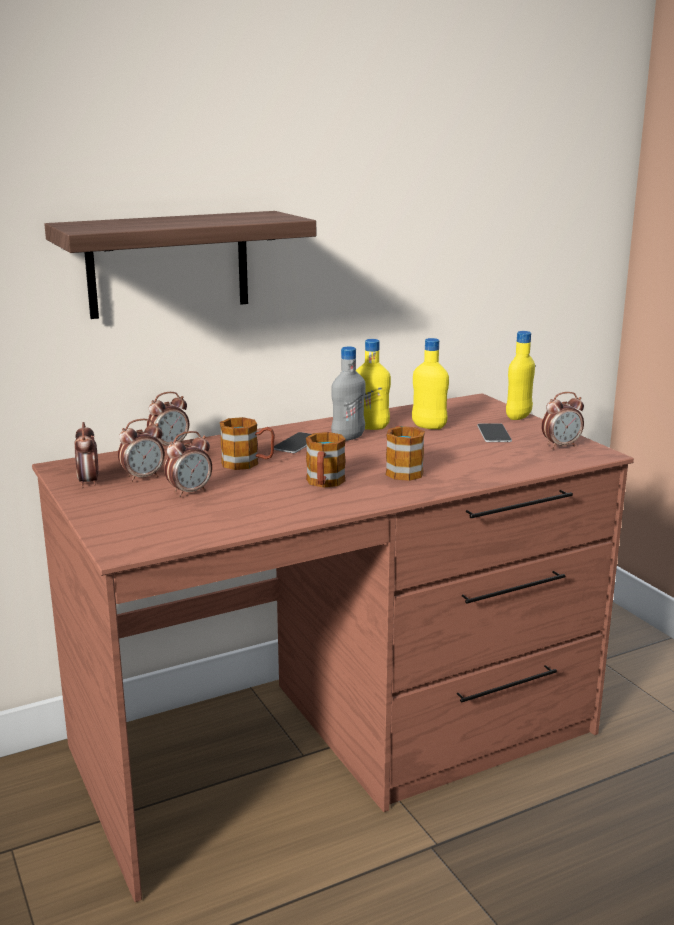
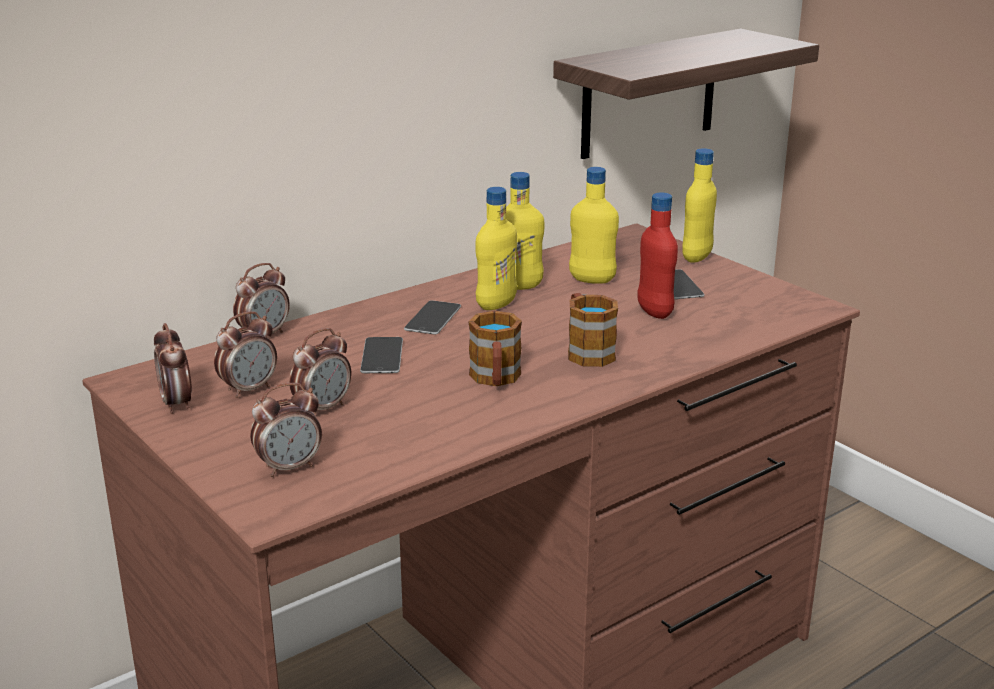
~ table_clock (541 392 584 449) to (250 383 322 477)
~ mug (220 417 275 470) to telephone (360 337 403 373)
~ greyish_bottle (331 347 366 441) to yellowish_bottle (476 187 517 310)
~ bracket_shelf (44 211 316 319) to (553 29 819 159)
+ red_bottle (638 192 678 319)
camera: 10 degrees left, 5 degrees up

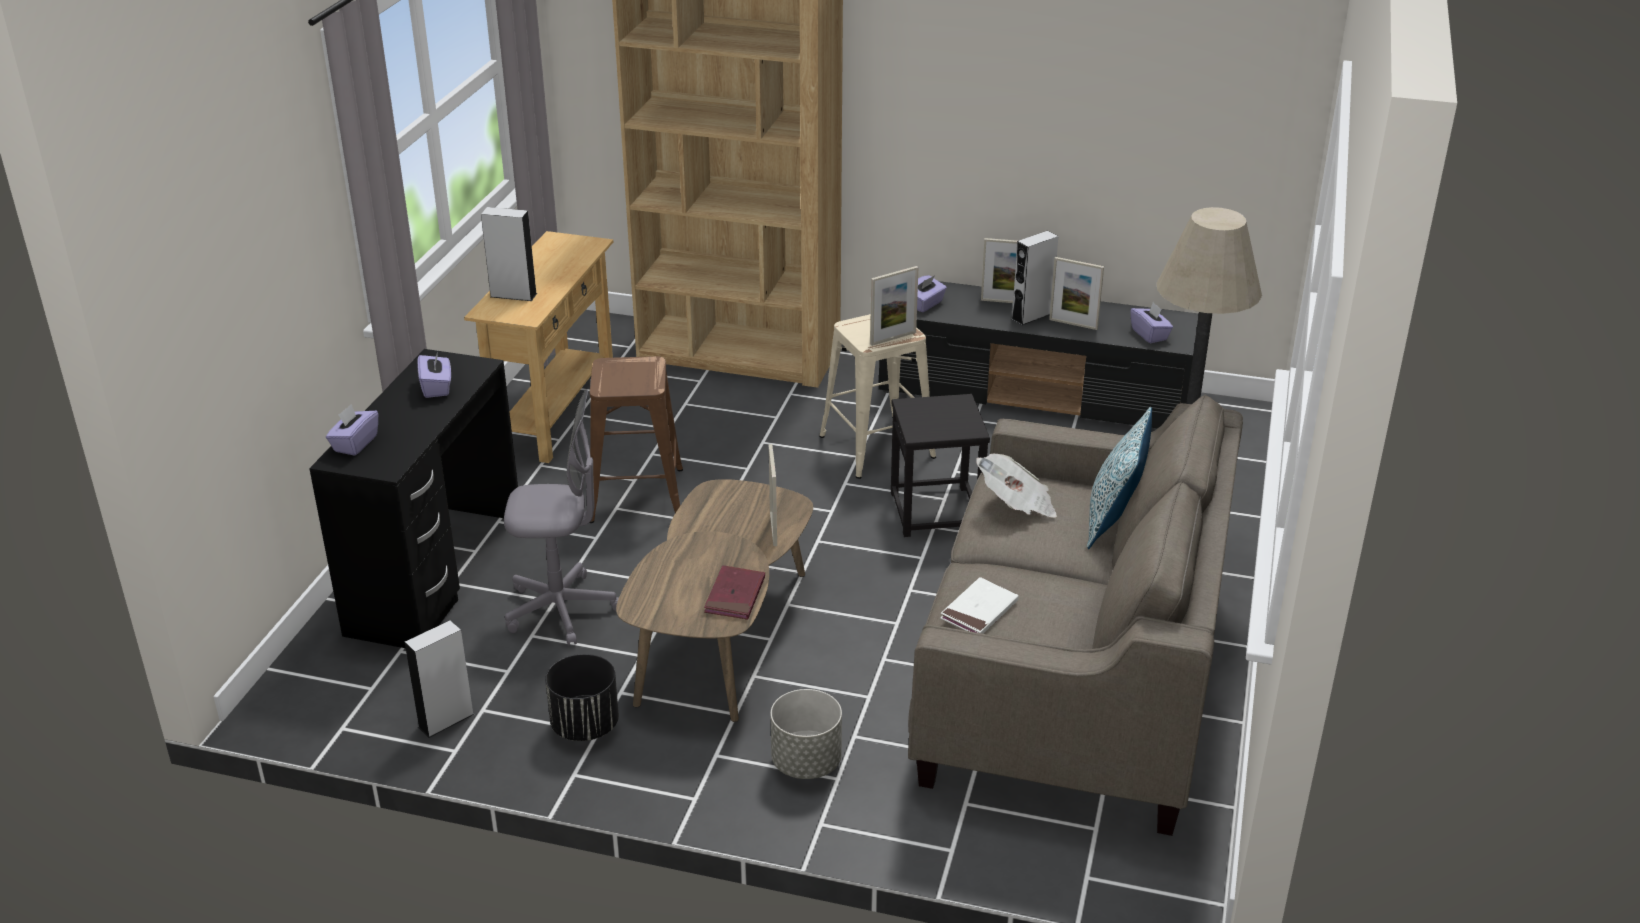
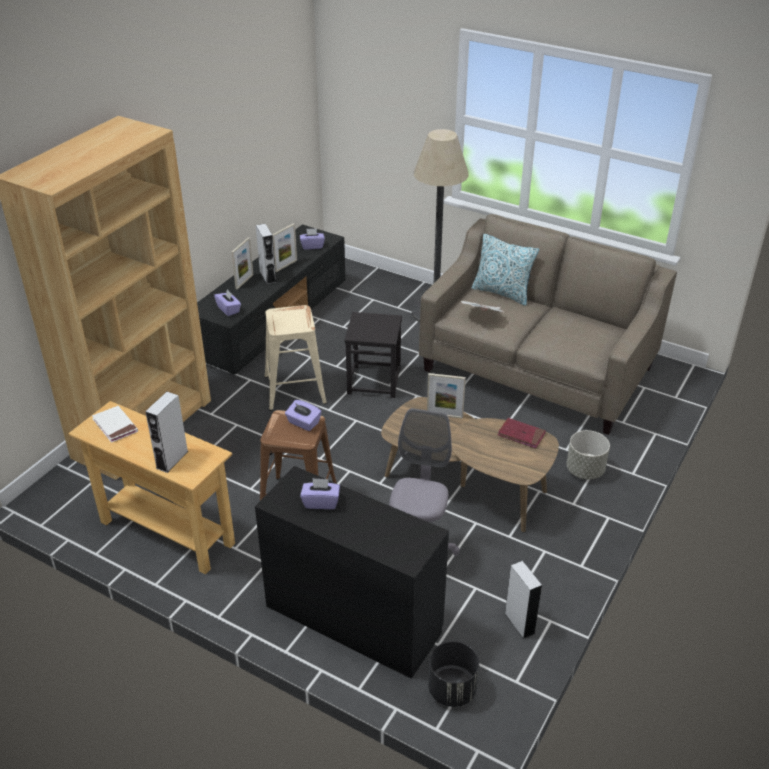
~ white-coloured_book (940 577 1019 634) to (92 406 138 443)
~ purple_tissue_box (326 404 378 456) to (285 400 322 431)
~ black_planter (545 654 619 741) to (428 641 479 707)
- photo_frame (870 266 918 346)
camera: 75 degrees left, 5 degrees up

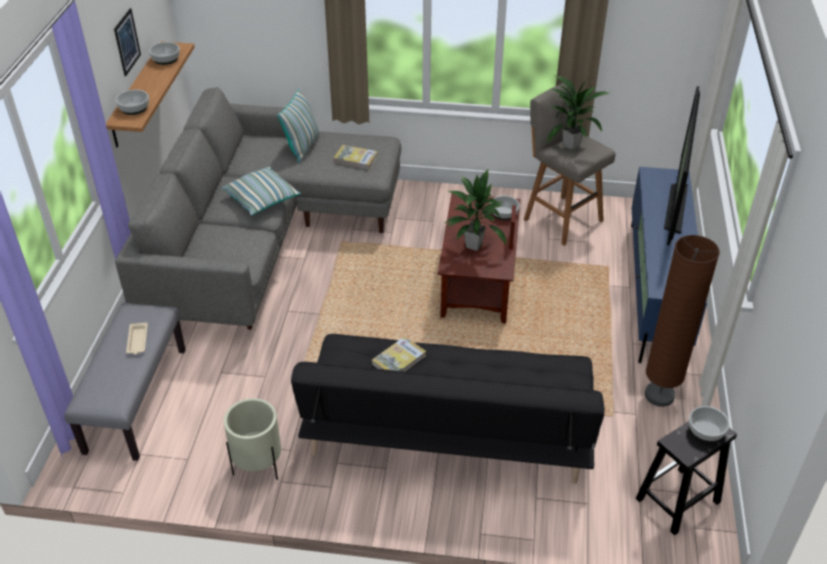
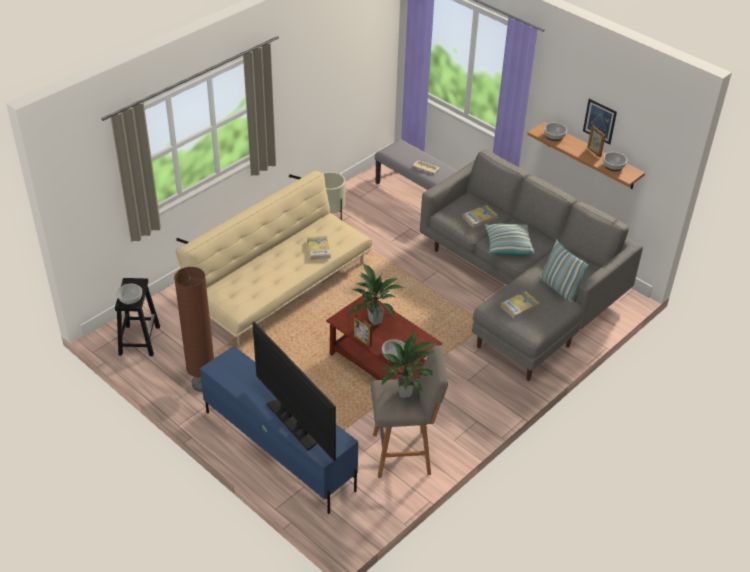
~ black_couch (291 334 605 484) to beige_couch (175 170 372 345)
+ book (462 205 498 228)
+ photo_frame (587 125 606 157)
camera: 125 degrees right, 0 degrees up

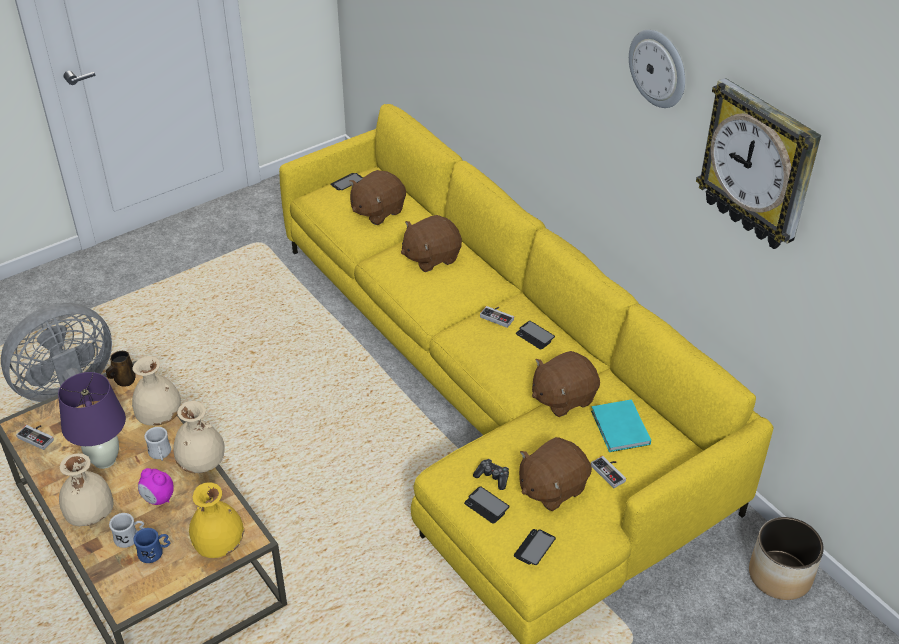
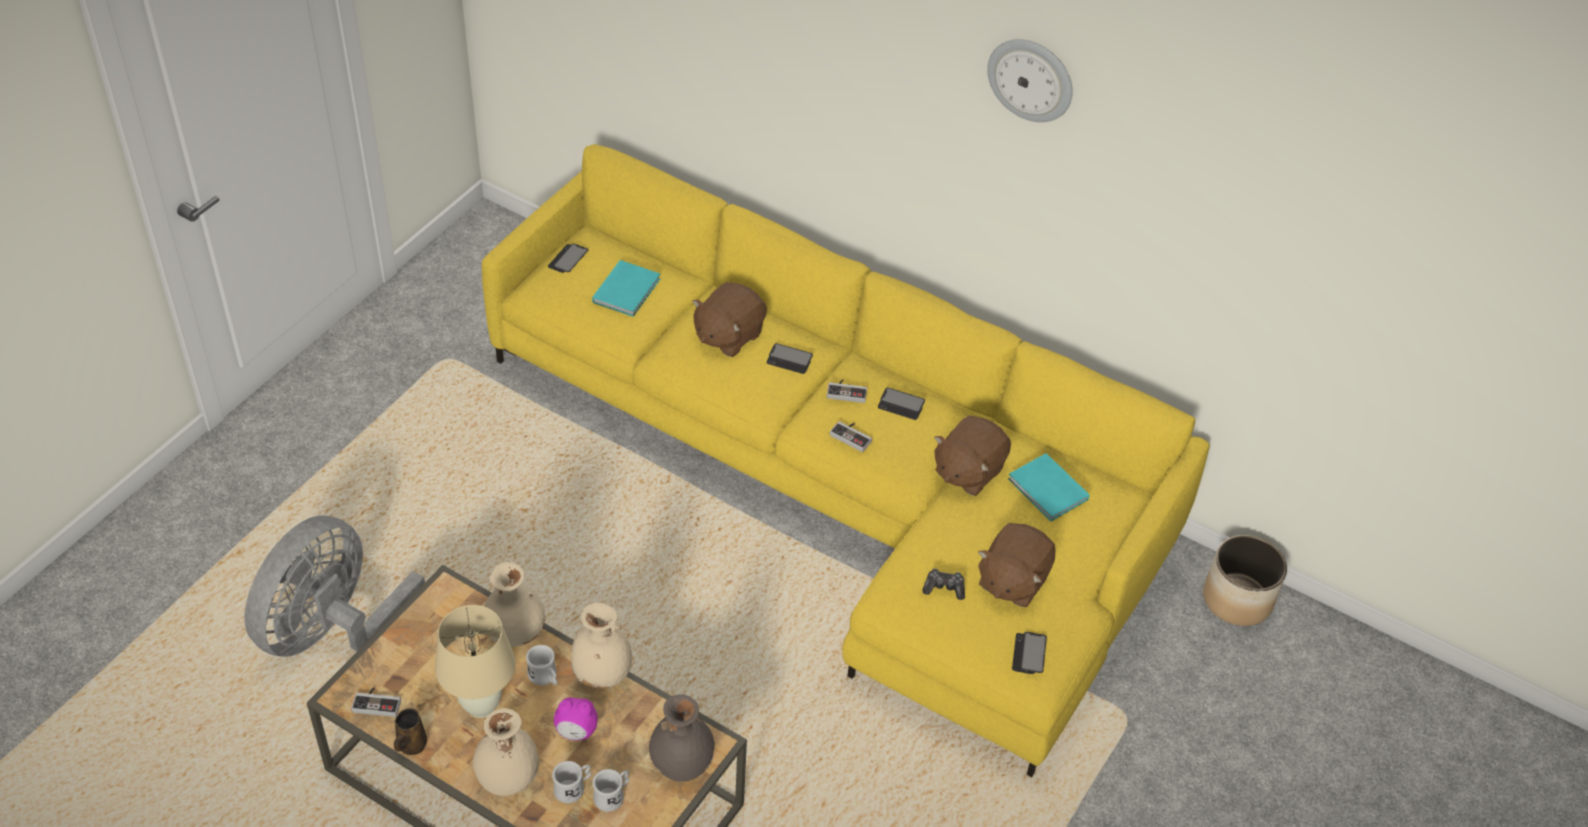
~ brownish_mug (106 351 136 387) to (394 708 427 755)
~ purple_lamp_for_a_table (58 372 126 469) to beige_lamp_for_a_table (435 605 516 718)
~ brownish_soft_toy (349 170 406 225) to turquoise-coloured_book (592 260 660 317)
~ blue-coloured_mug (133 528 170 563) to white-coloured_mug (593 769 629 812)
~ yellowish_vase (189 482 245 558) to greyish_vase (649 694 715 781)
~ telephone (464 486 509 524) to (767 343 813 374)
~ joypad (591 456 626 489) to (830 421 872 452)
- hanging_clock (696 78 821 249)
camera: 25 degrees left, 5 degrees up

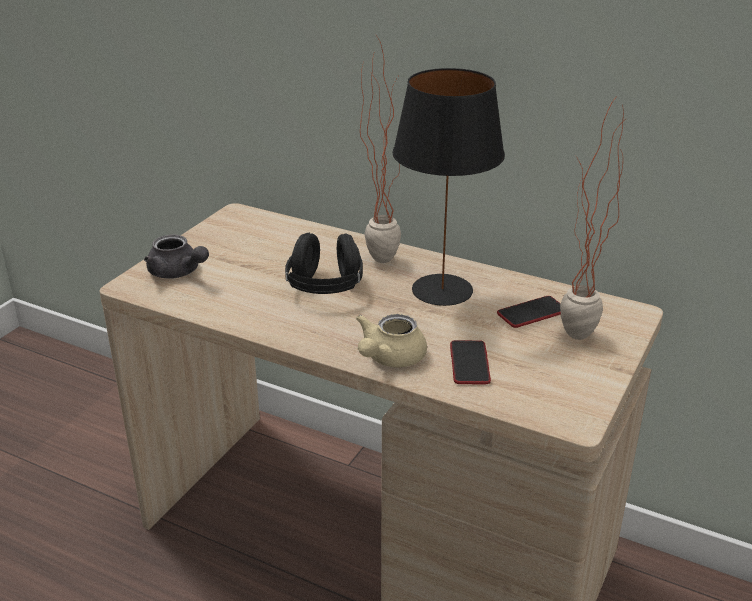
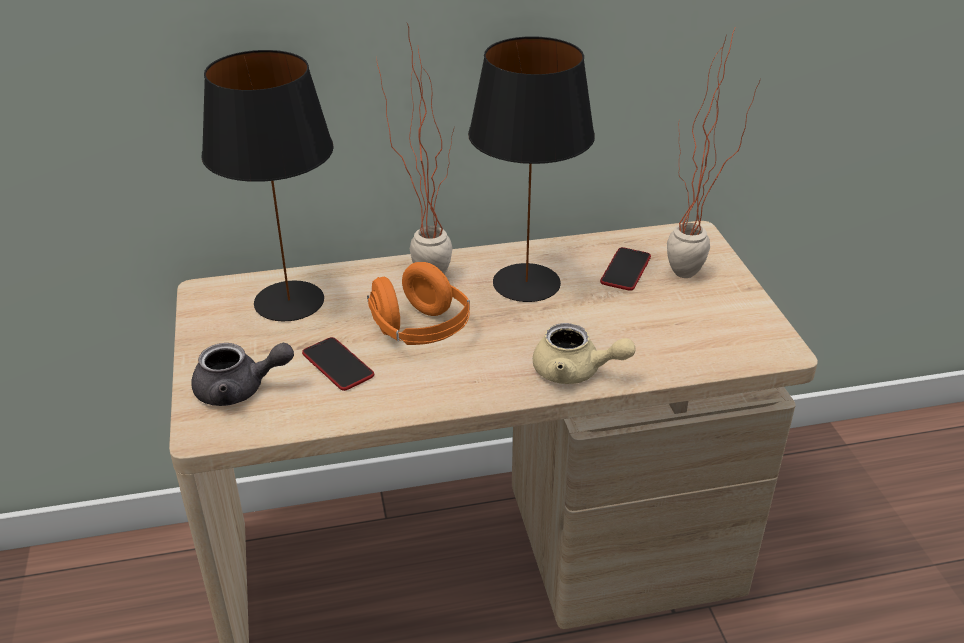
+ black_lamp_for_a_table (201 50 334 321)
~ telephone (450 340 491 384) to (302 337 374 391)
~ black_headset (285 233 363 294) to orangey_headset (367 262 470 345)
~ beige_tea_pot (356 314 427 367) = (533 323 636 384) 60 degrees counterclockwise
camera: 40 degrees left, 5 degrees up

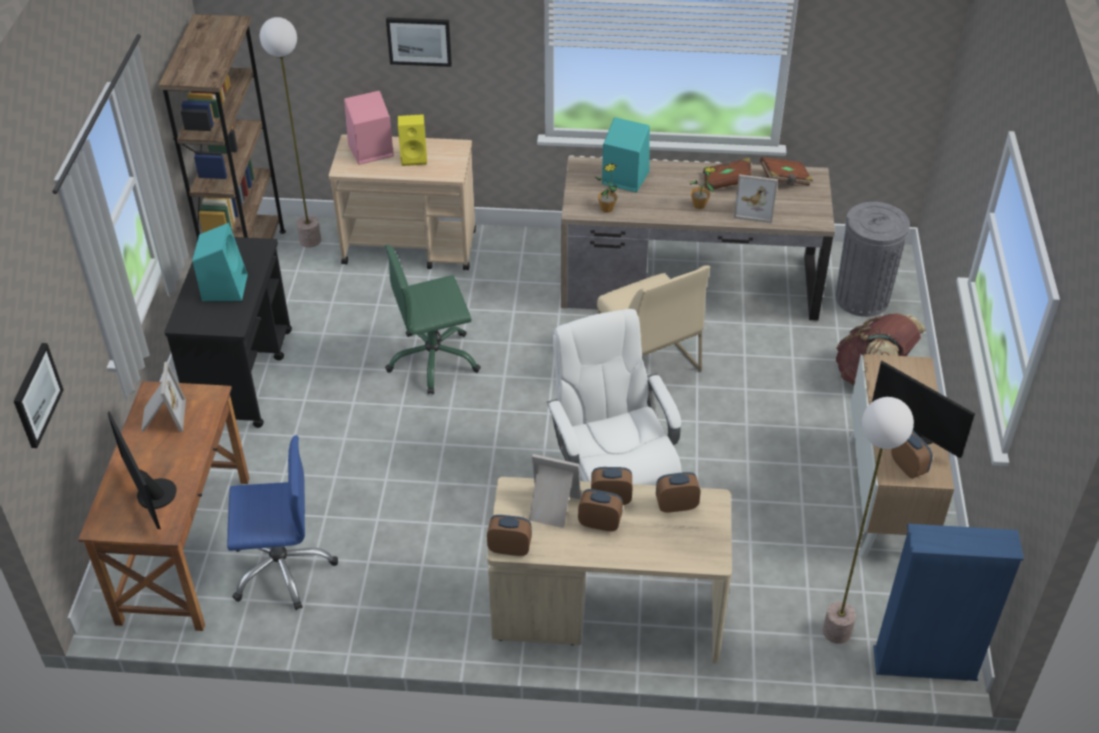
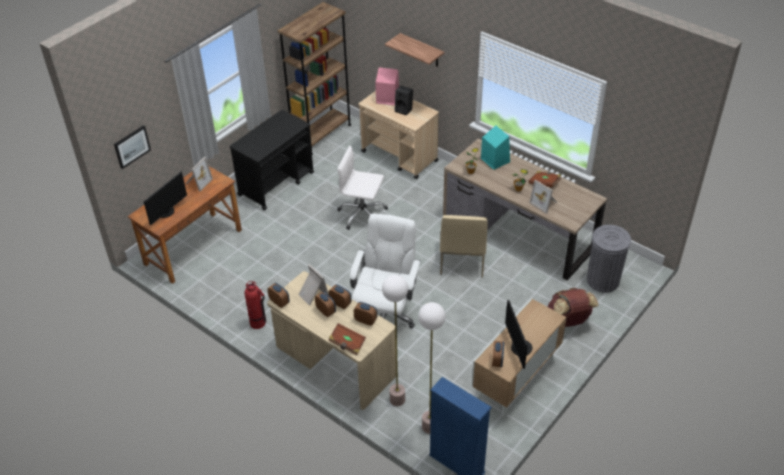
~ computer_screen (107 411 177 529) = (144 171 187 225) 150 degrees counterclockwise
+ fire-fighting_cylinder (245 281 266 329)
~ brownish_book (760 157 813 186) to (328 323 366 355)
~ green_computer_chair (385 245 481 394) to white-coloured_computer_chair (337 146 388 230)
~ standard_lamp (260 17 321 248) to (382 275 408 406)
~ wall_picture (386 17 452 67) to bracket_shelf (385 33 444 67)
~ yellowish_loudspeaker (398 114 427 166) to black_loudspeaker (394 86 413 116)
- turquoise-coloured_loudspeaker (193 223 248 301)
- blue-coloured_computer_chair (227 435 338 610)
camera: 35 degrees right, 0 degrees up

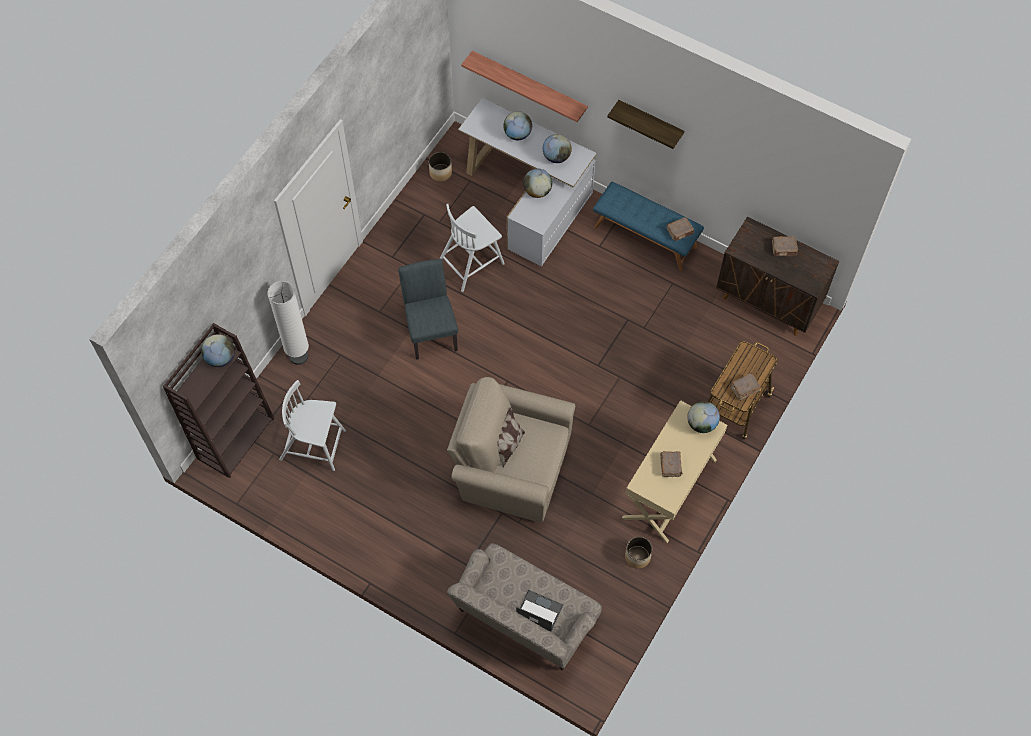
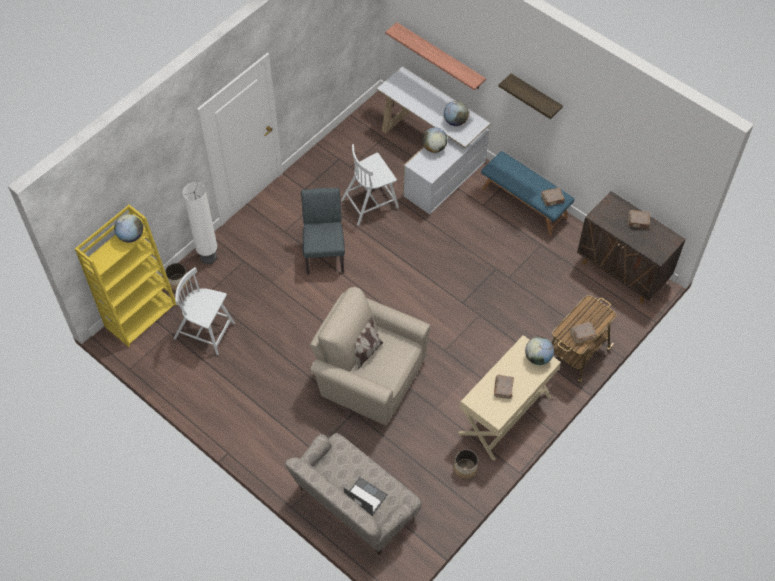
~ brownish_bookshelf (163 323 274 478) to yellowish_bookshelf (75 205 177 347)
~ planter (429 152 452 182) to (165 263 189 290)
- world_globe (503 111 532 140)
camera: 10 degrees right, 5 degrees down

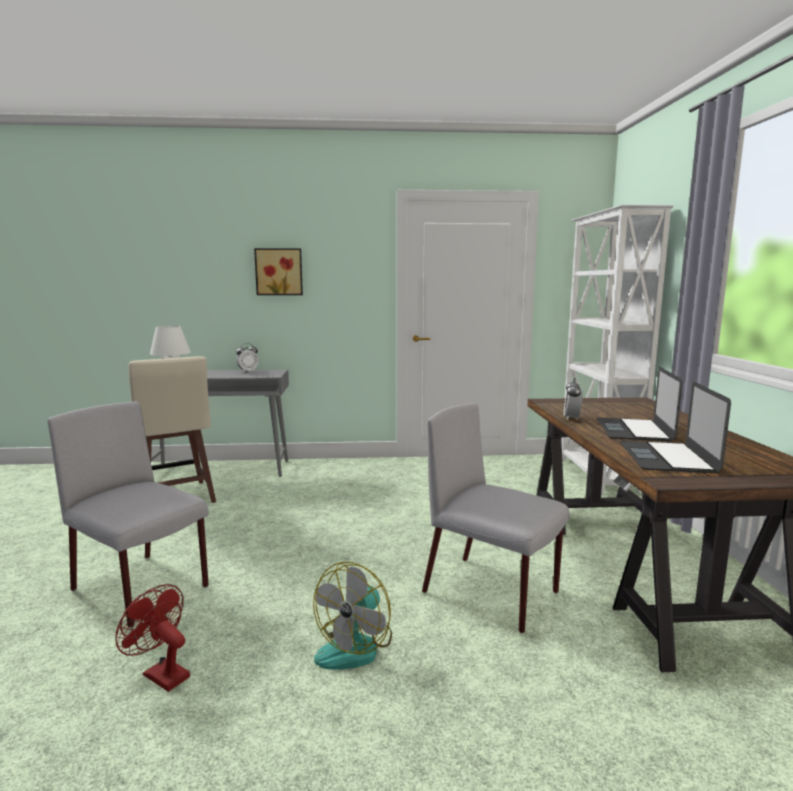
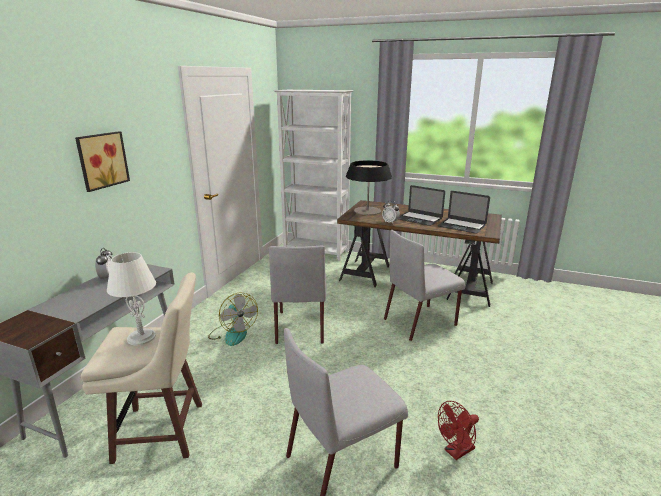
~ cooling_fan (313 562 392 670) to (208 293 258 346)
+ greyish_upright_chair (269 246 326 344)
+ lamp_for_a_table (346 160 392 215)
camera: 65 degrees left, 10 degrees up

